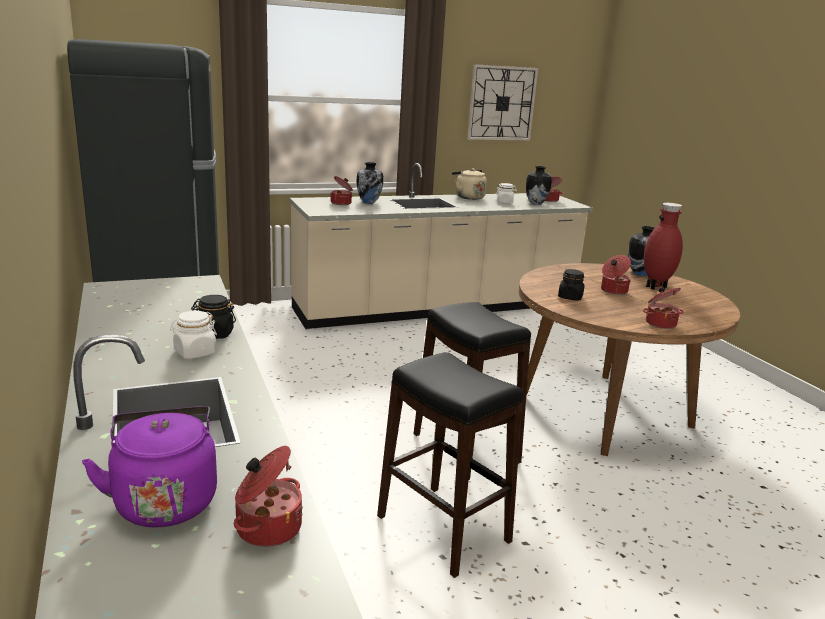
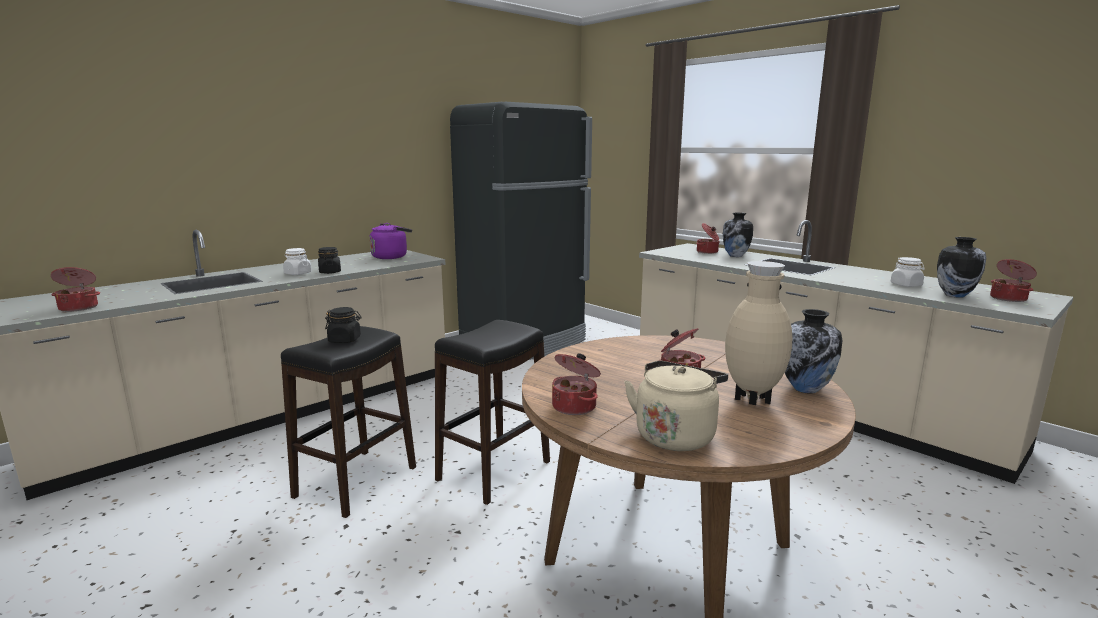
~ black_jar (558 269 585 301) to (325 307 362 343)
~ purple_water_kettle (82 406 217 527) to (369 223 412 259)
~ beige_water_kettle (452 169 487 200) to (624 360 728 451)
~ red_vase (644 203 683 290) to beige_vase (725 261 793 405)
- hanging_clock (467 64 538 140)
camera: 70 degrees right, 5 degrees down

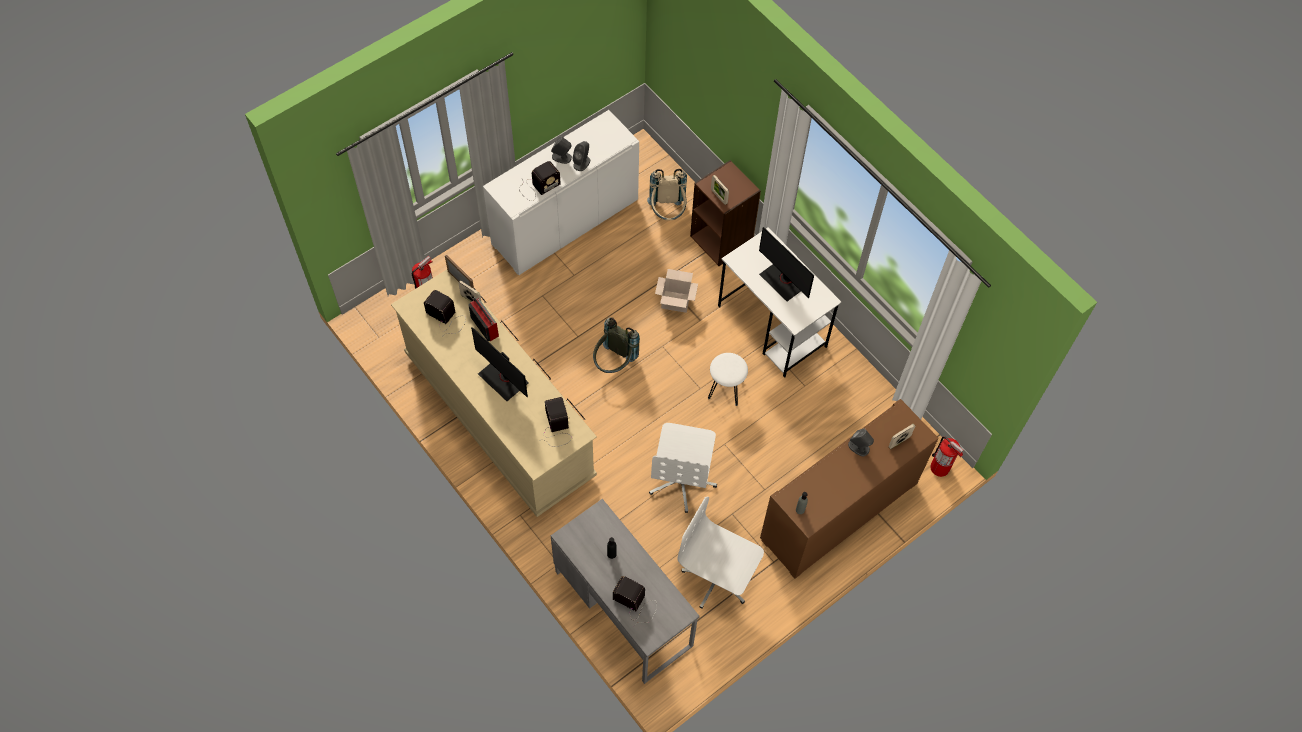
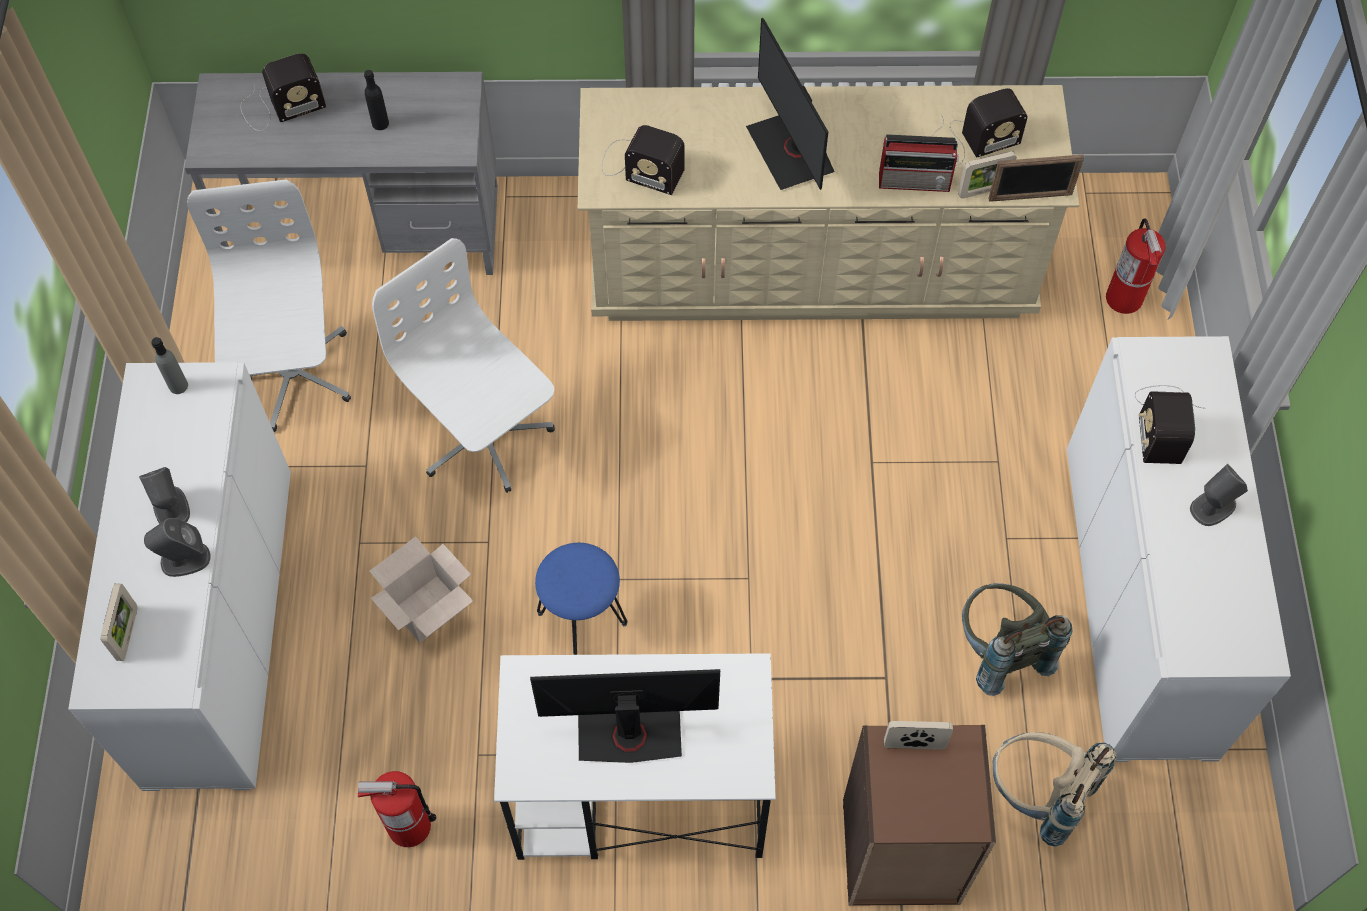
~ brownish_cupboard (760 399 939 579) to white-coloured_cupboard (68 362 291 791)
~ greyish_loudspeaker (572 141 590 171) to (139 467 190 524)
~ white-coloured_computer_chair (677 496 764 609) = (187 179 351 432) 75 degrees counterclockwise
~ fire-fighting_cylinder (930 436 964 477) to (358 771 436 847)
~ packing_box (655 269 698 313) to (369 536 473 643)
~ white-coloured_sitting_stool (708 353 748 406) to blue-coloured_sitting_stool (535 543 627 655)
~ computer_screen (471 327 529 401) = (746 18 834 190) 105 degrees counterclockwise
~ greyish_knapsack (593 317 640 373) to (962 583 1072 696)
camera: 130 degrees right, 0 degrees up

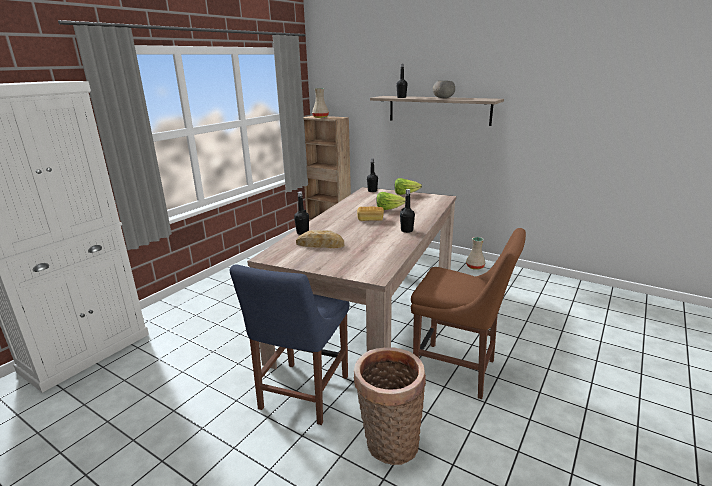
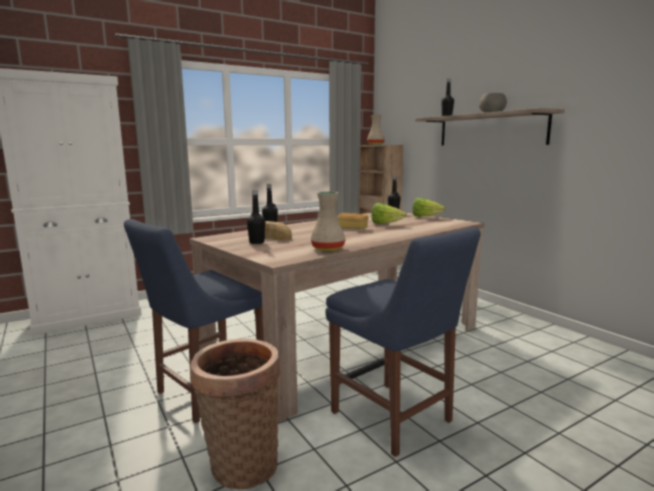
~ black_bottle (400 189 415 233) to (247 190 265 244)
~ beige_vase (466 237 485 270) to (311 192 346 251)
~ brownish_upright_chair (411 228 526 399) to blue-coloured_upright_chair (325 227 481 457)
camera: 25 degrees right, 10 degrees down

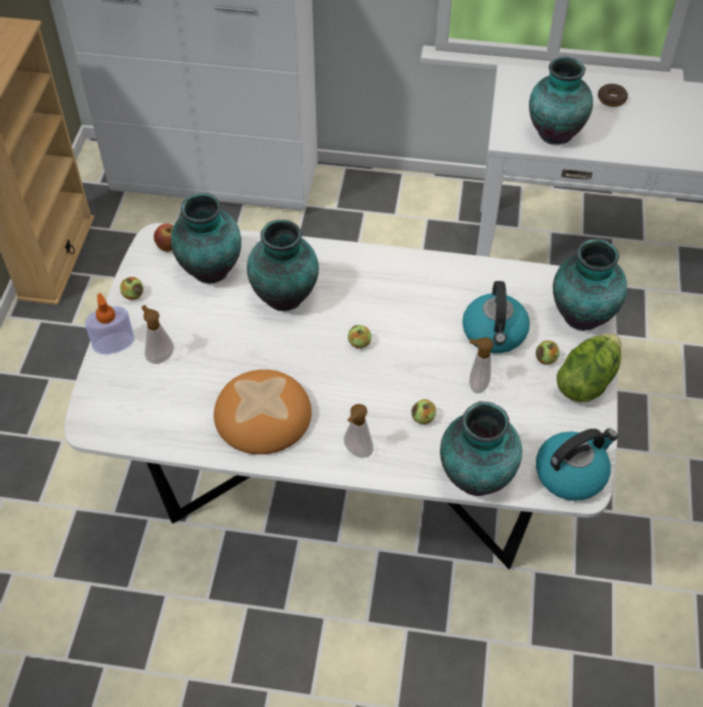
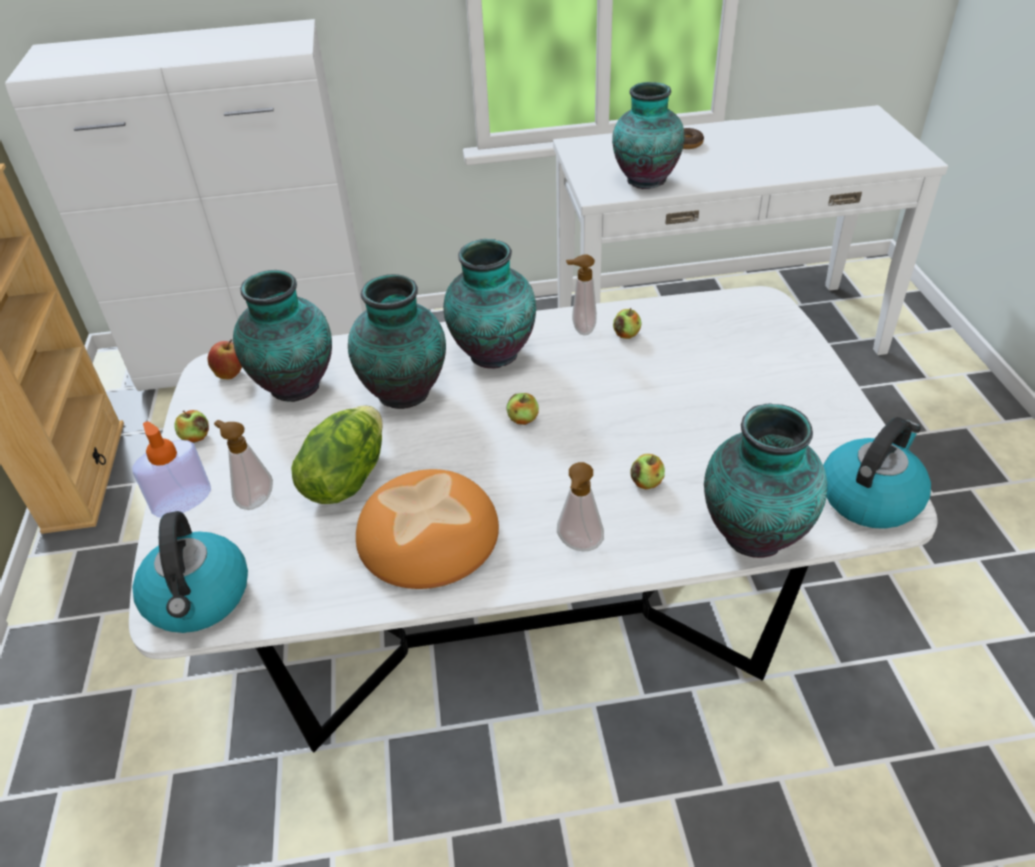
~ water_kettle (462 281 530 353) to (132 511 248 633)
~ head_of_lettuce (557 333 622 402) to (291 405 383 504)
~ vase (553 238 627 331) to (443 239 536 369)
~ soap_dispenser (469 338 494 393) to (566 254 597 335)
~ apple_fruit (536 340 559 365) to (613 308 642 339)
camera: 15 degrees left, 10 degrees down

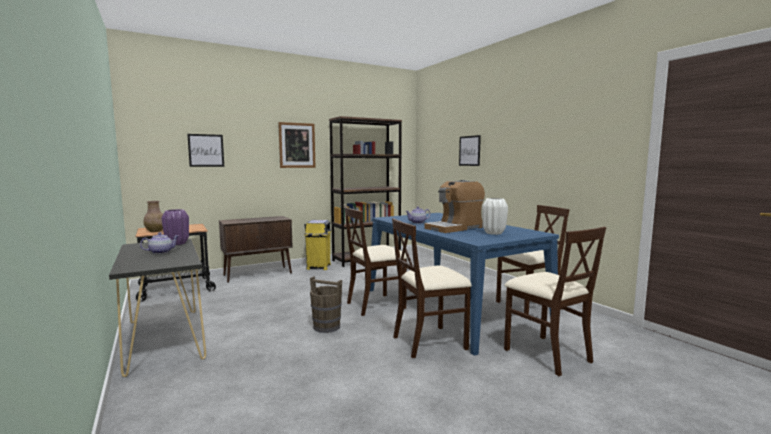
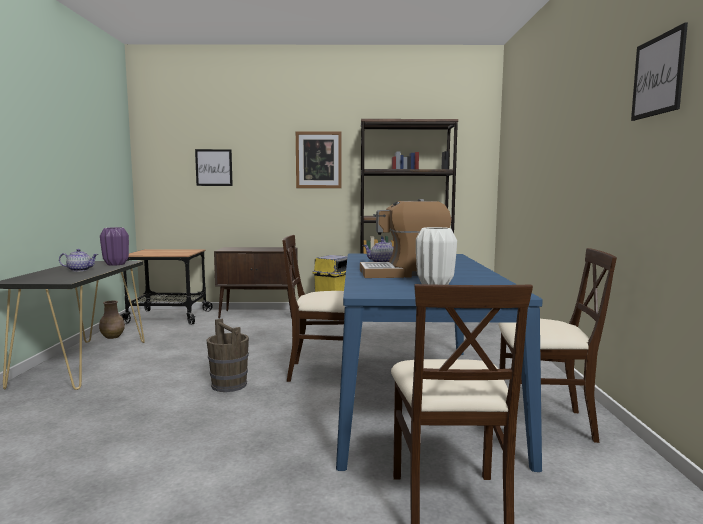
~ brownish_vase (144 201 163 232) to (99 301 125 339)
~ wall_picture (459 135 481 166) to (631 23 688 121)
- beige_upright_chair (392 218 472 358)
camera: 30 degrees right, 0 degrees up

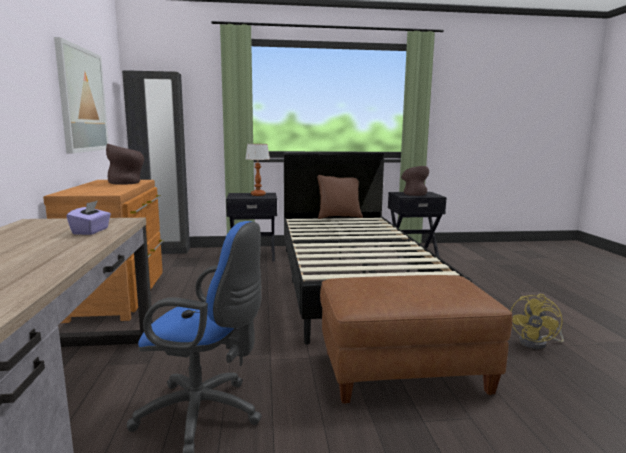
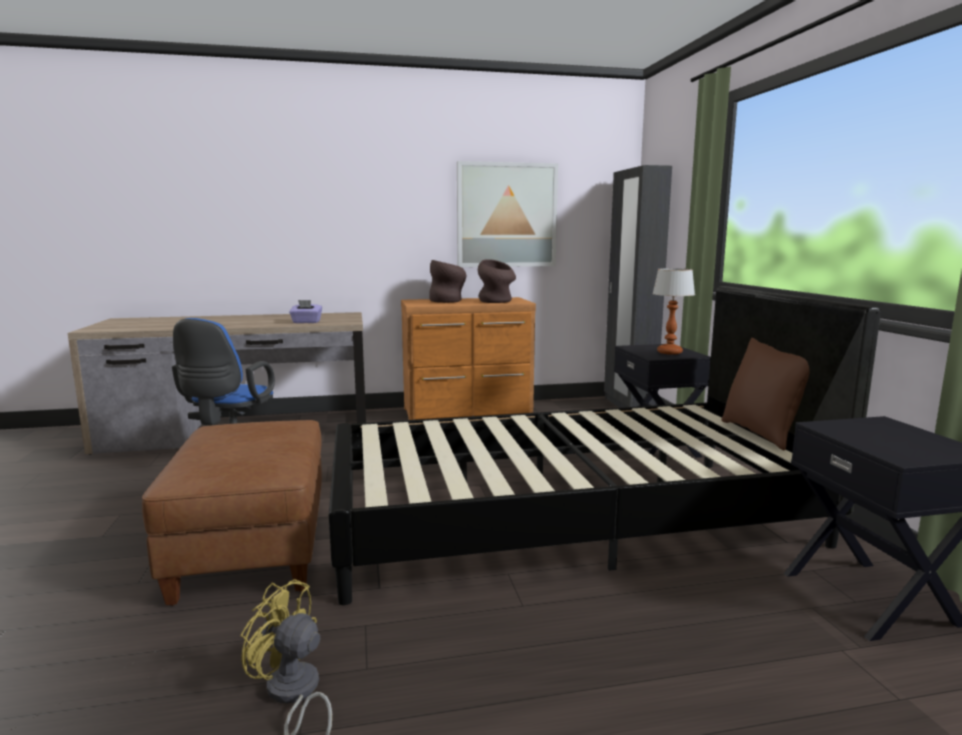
~ brownish_vase (401 166 429 196) to (429 260 466 303)
camera: 85 degrees right, 0 degrees up

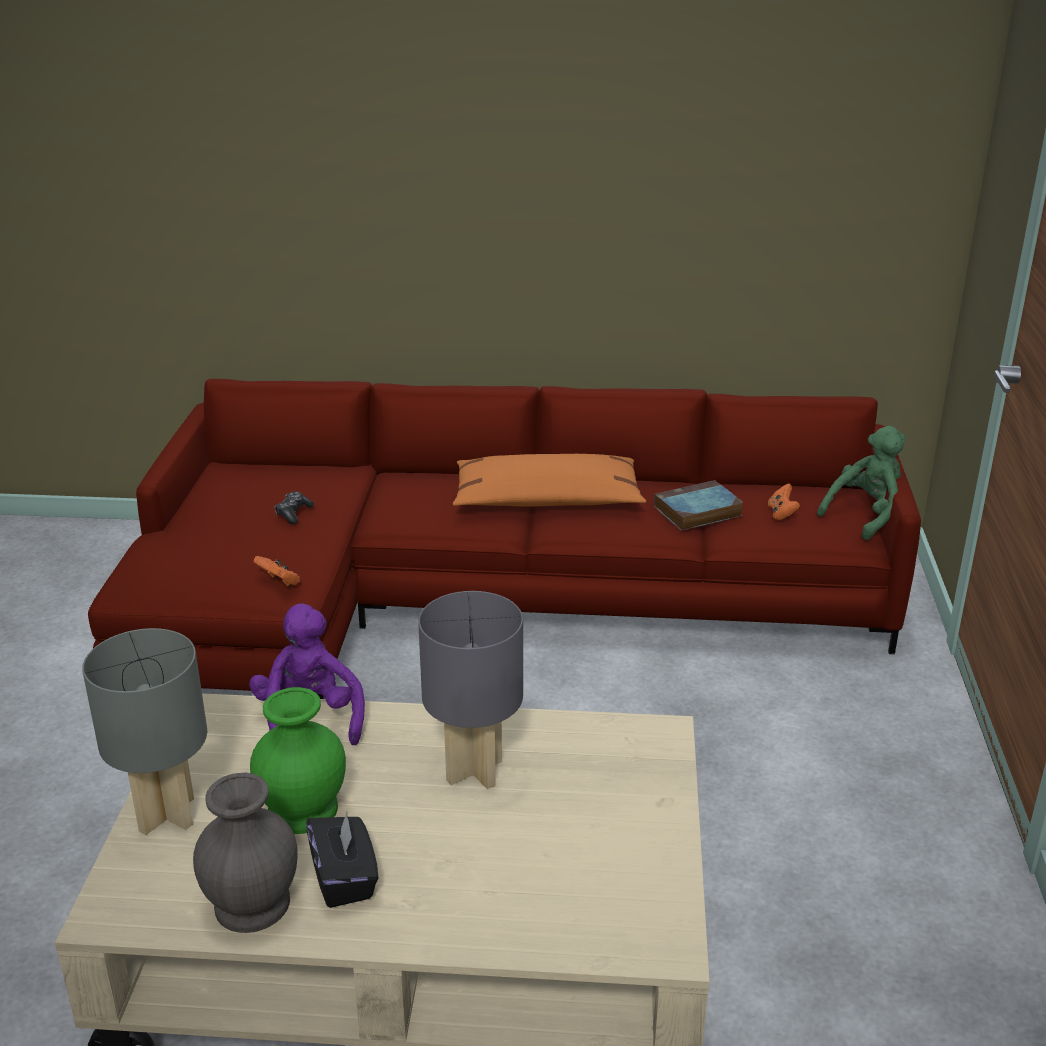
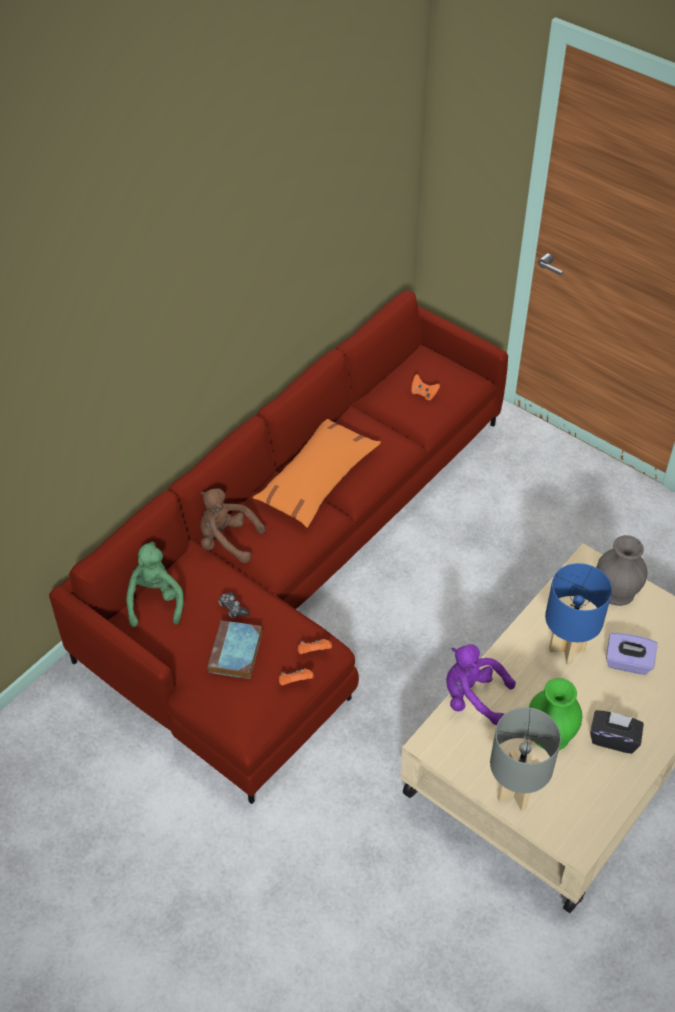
~ green_soft_toy (817 426 906 540) to (126 541 184 627)
+ brownish_soft_toy (200 488 265 563)
~ book (654 480 744 531) to (207 620 262 679)
+ orangey_joypad (279 669 314 686)
~ greyish_lamp_for_a_table (418 591 523 789) to blue-coloured_lamp_for_a_table (545 563 612 664)
~ greyish_vase (193 772 298 933) to (597 535 647 606)
+ purple_tissue_box (606 633 658 675)
camera: 55 degrees left, 20 degrees up

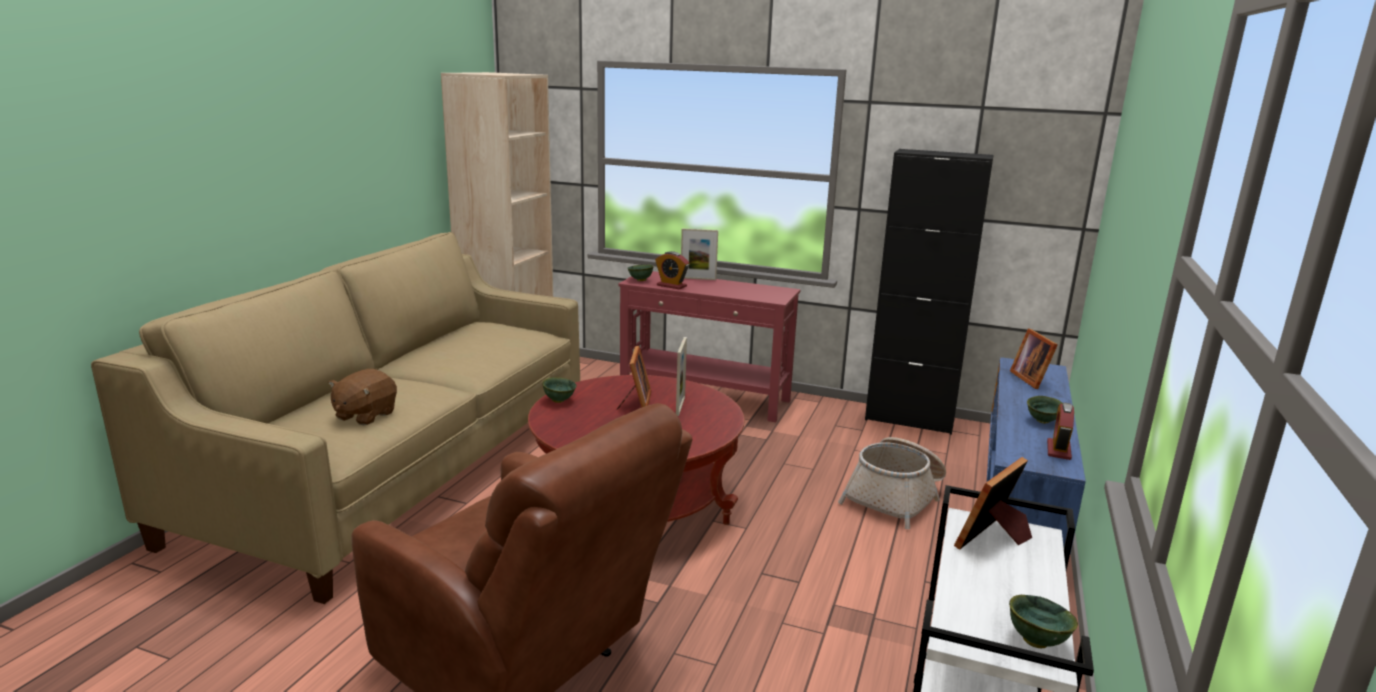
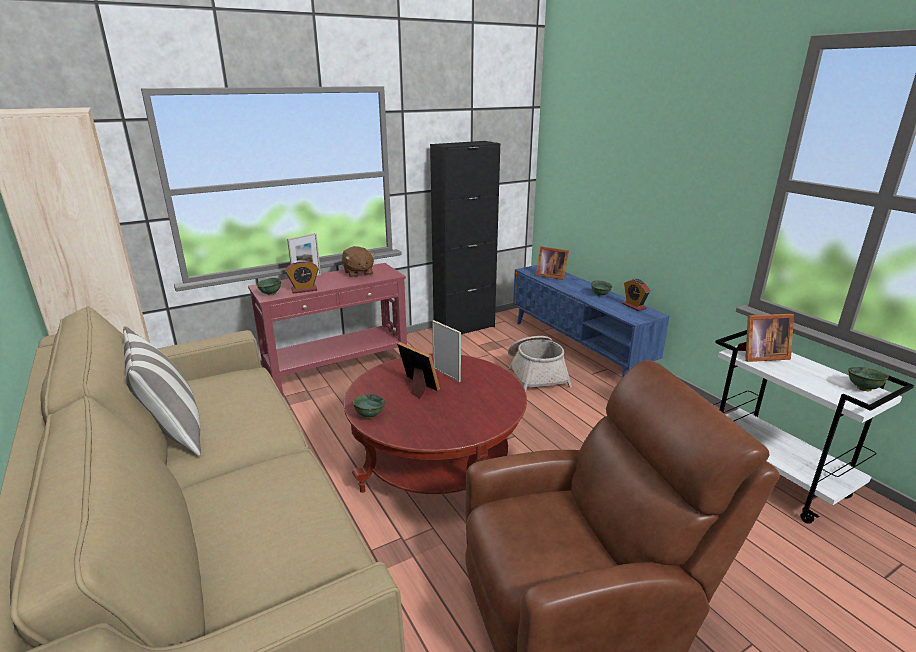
+ cushion (123 326 201 456)
~ brownish_soft_toy (328 369 397 425) to (342 246 375 278)
~ photo_frame (954 457 1032 550) = (737 314 794 362) 90 degrees counterclockwise
camera: 50 degrees left, 5 degrees up

